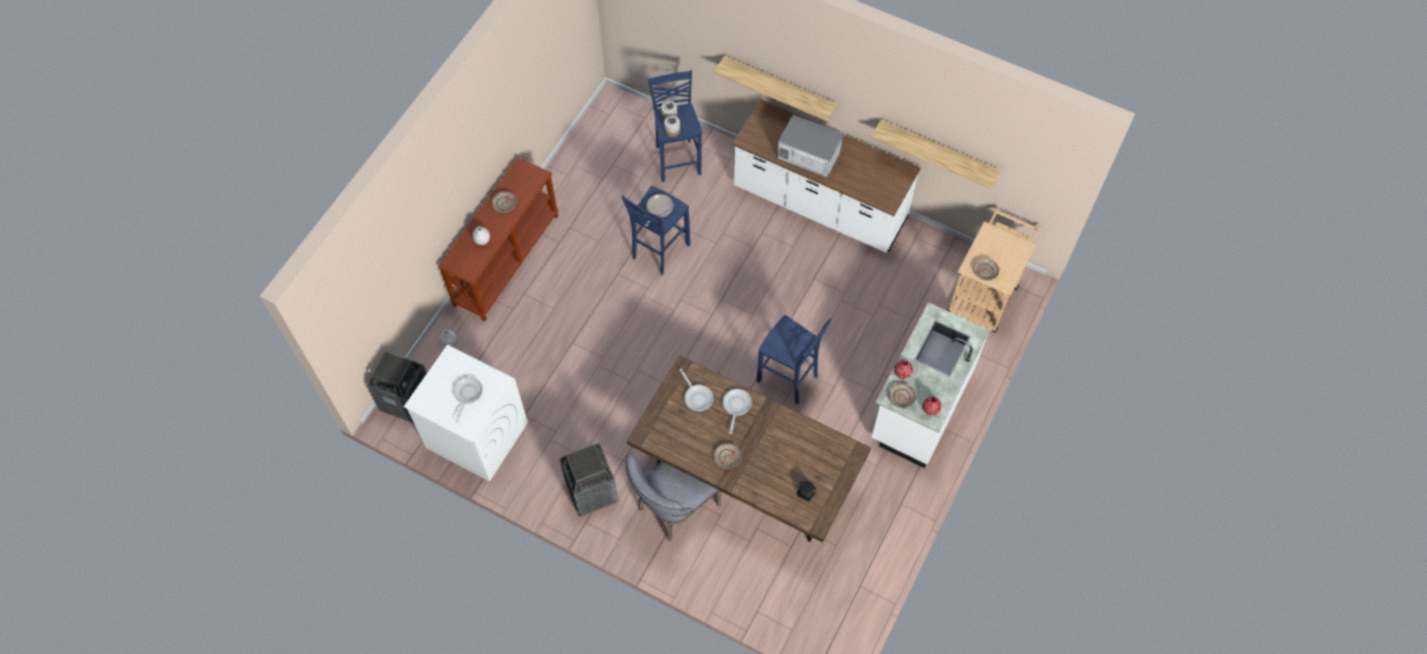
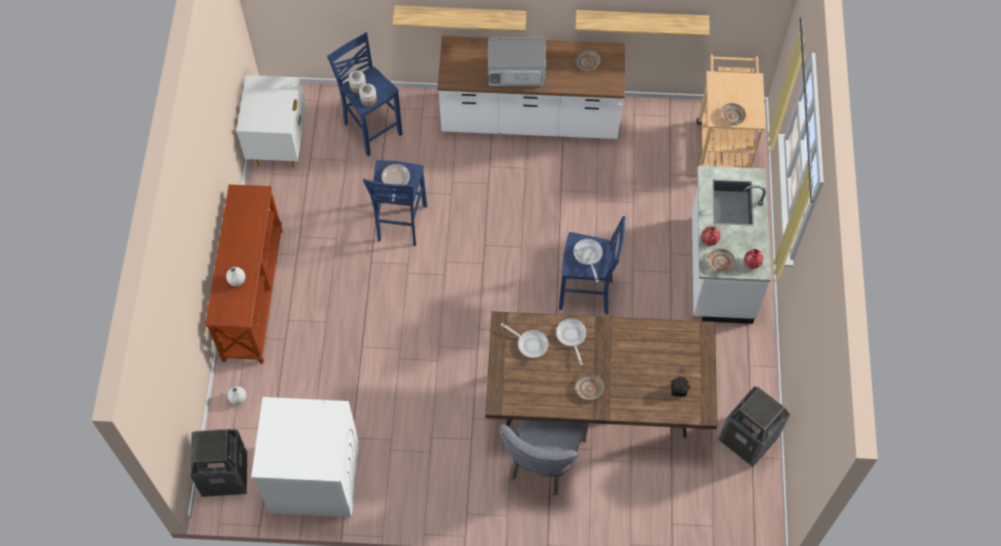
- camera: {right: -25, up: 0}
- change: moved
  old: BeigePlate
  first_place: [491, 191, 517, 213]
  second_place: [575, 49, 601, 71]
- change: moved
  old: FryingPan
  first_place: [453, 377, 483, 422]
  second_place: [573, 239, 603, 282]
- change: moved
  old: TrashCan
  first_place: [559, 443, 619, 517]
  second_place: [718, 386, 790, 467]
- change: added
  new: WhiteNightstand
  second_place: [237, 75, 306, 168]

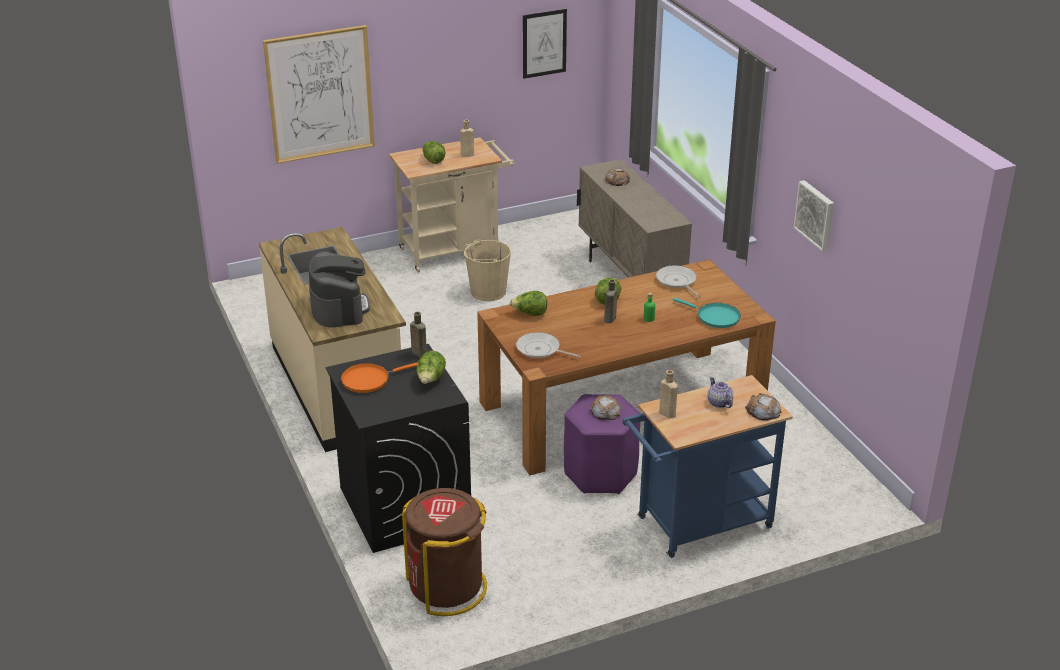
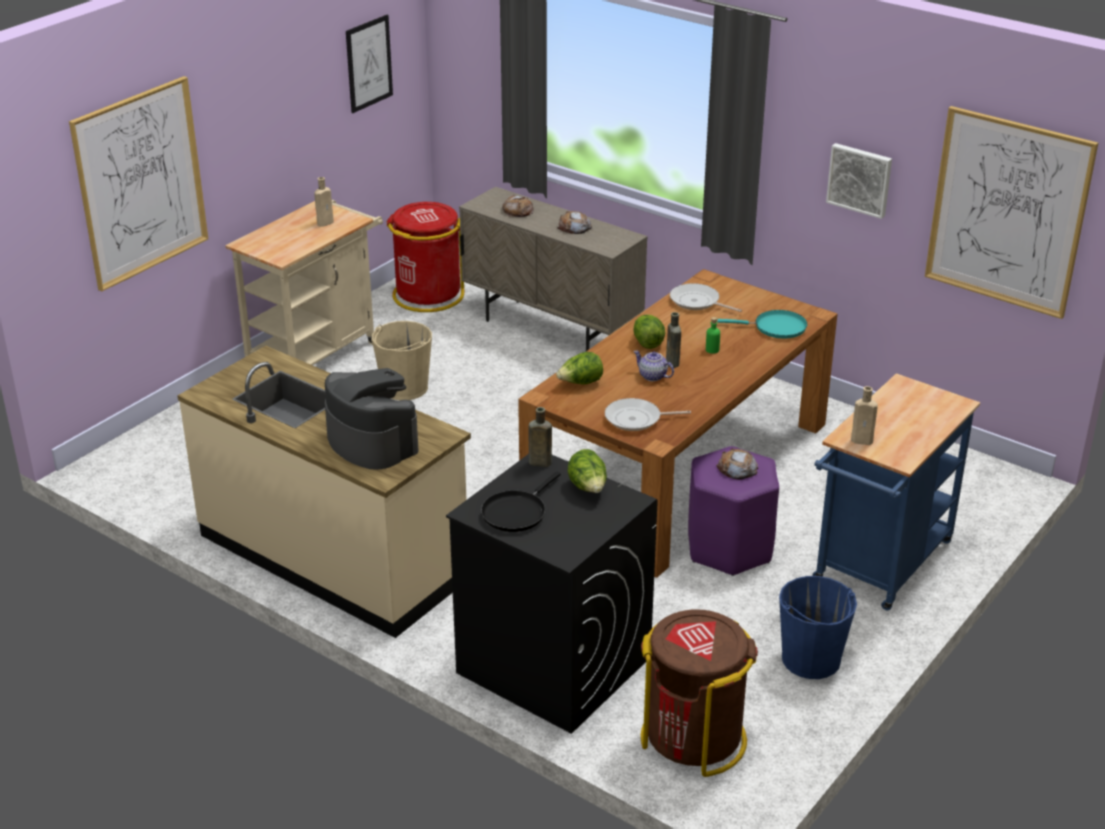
- camera: {right: -30, up: 0}
- change: removed
  old: Lettuce
  first_place: [423, 141, 445, 164]
- change: recoloured
  old: OrangeFryingPan
  new: BlackFryingPan
  first_place: [341, 362, 418, 393]
  second_place: [481, 471, 561, 532]
- change: moved
  old: Teapot
  first_place: [708, 377, 733, 408]
  second_place: [633, 351, 674, 381]
- change: moved
  old: Bread
  first_place: [745, 393, 781, 421]
  second_place: [558, 211, 592, 234]
- change: added
  new: Picture
  second_place: [925, 106, 1098, 319]
- change: added
  new: RedTrashCan
  second_place: [387, 202, 464, 312]
- change: added
  new: BlueBucket
  second_place: [779, 576, 857, 679]

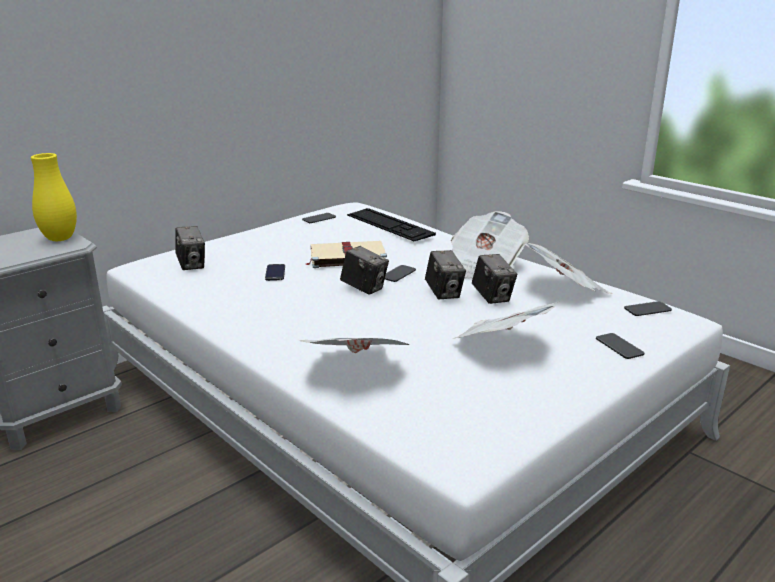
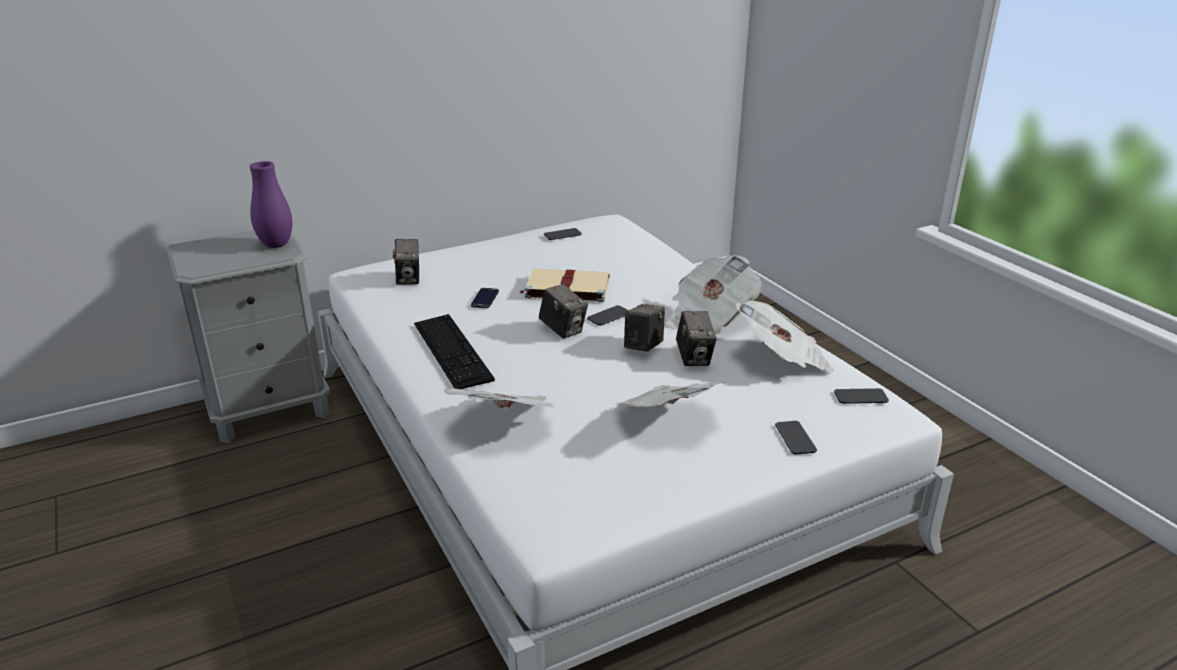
- camera: {right: 15, up: 5}
- change: recoloured
  old: YellowVase
  new: PurpleVase
  first_place: [31, 153, 77, 241]
  second_place: [249, 161, 292, 248]
- change: moved
  old: Keyboard
  first_place: [347, 208, 436, 241]
  second_place: [414, 314, 495, 389]
- change: turned
  old: PhotoCamera
  first_place: [425, 250, 466, 299]
  second_place: [624, 304, 665, 352]
  degrees: -150

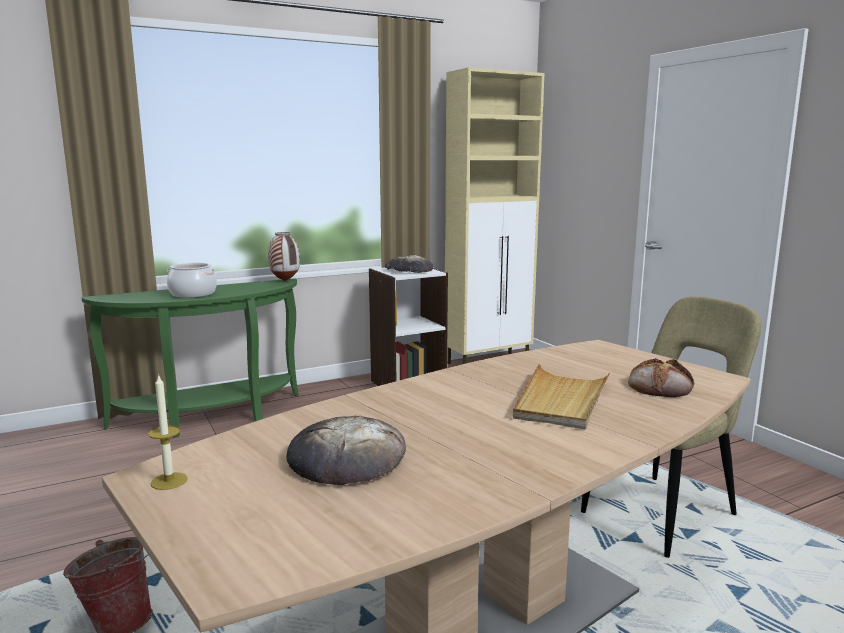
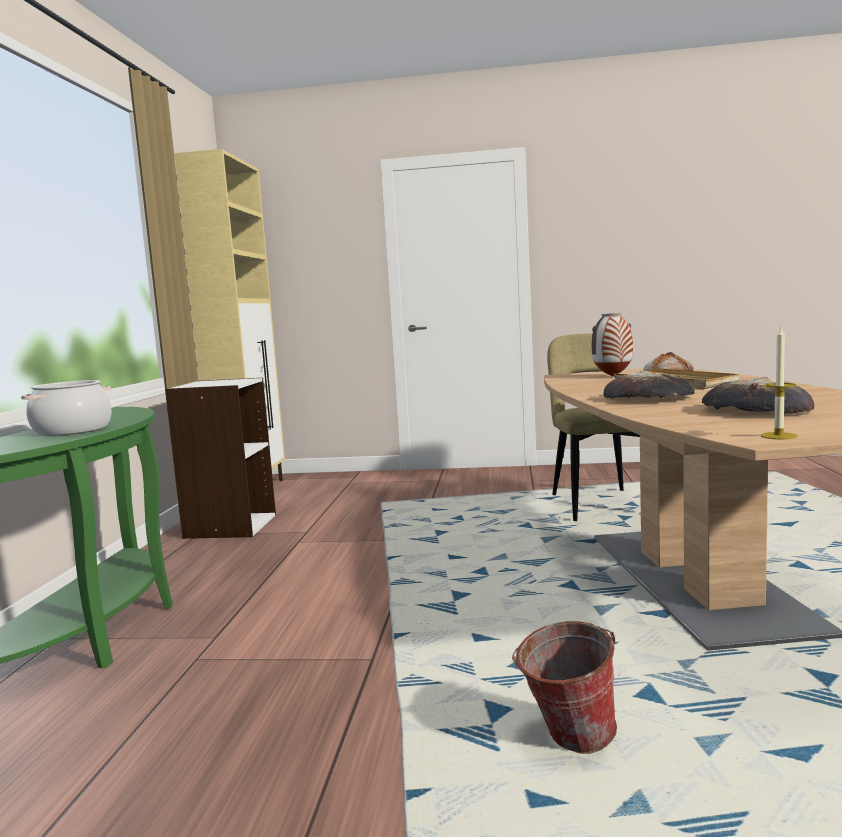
- camera: {right: -55, up: -5}
- change: moved
  old: Vase
  first_place: [268, 232, 300, 281]
  second_place: [591, 313, 633, 377]
- change: moved
  old: Bread
  first_place: [385, 255, 433, 273]
  second_place: [604, 370, 695, 399]

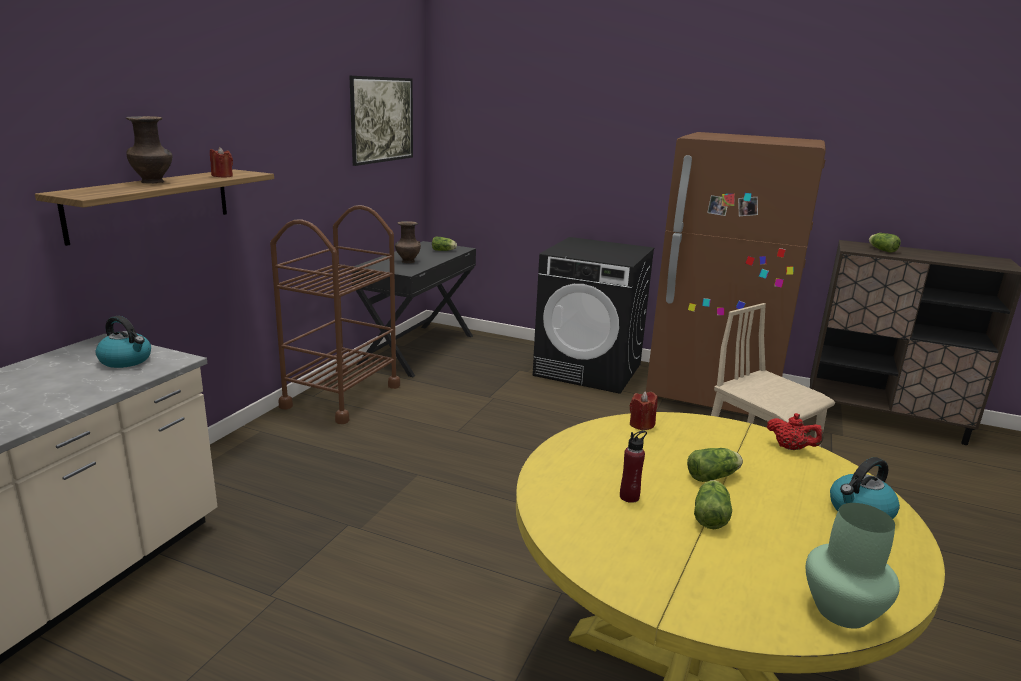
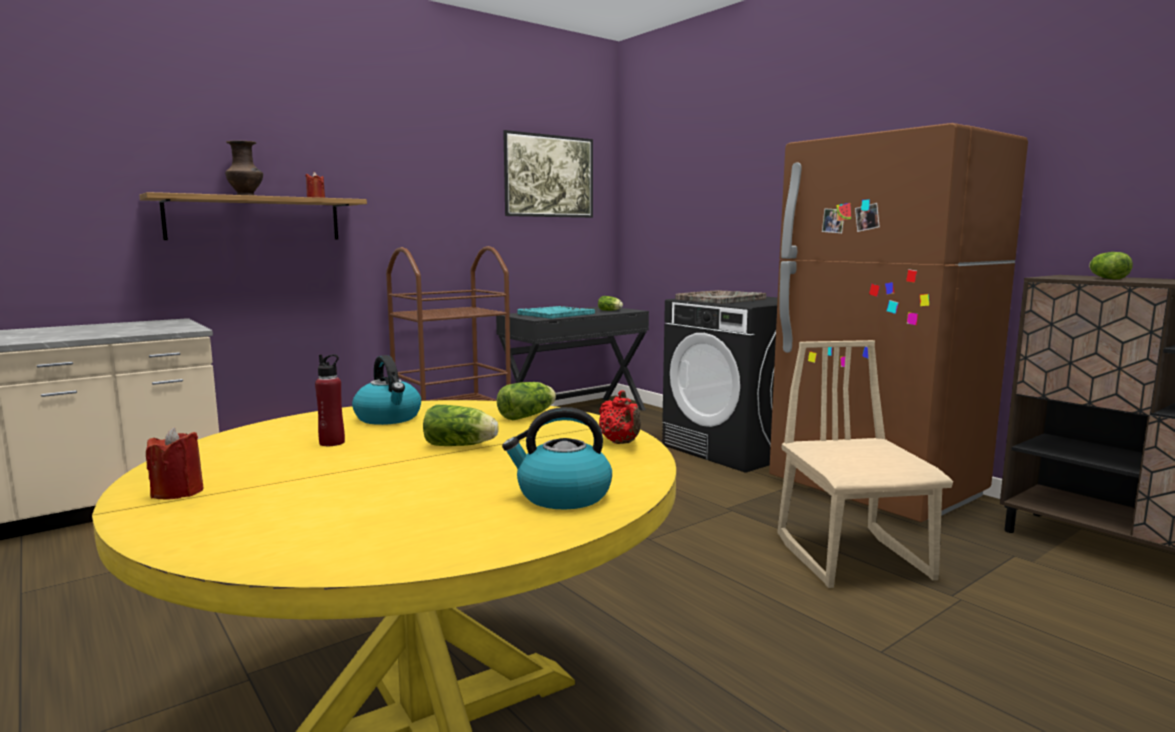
- camera: {right: 30, up: -10}
- change: replaced
  old: BrownVase
  new: TurquoiseTray
  first_place: [395, 221, 421, 263]
  second_place: [517, 306, 595, 319]
- change: moved
  old: Kettle
  first_place: [96, 316, 151, 368]
  second_place: [352, 355, 421, 425]
- change: moved
  old: RedCandle
  first_place: [630, 391, 658, 430]
  second_place: [146, 427, 203, 499]
- change: moved
  old: Lettuce
  first_place: [694, 480, 732, 529]
  second_place: [497, 382, 556, 420]
- change: removed
  old: GreenVase
  first_place: [806, 503, 900, 629]
- change: added
  new: GreyTray
  second_place: [675, 290, 766, 304]

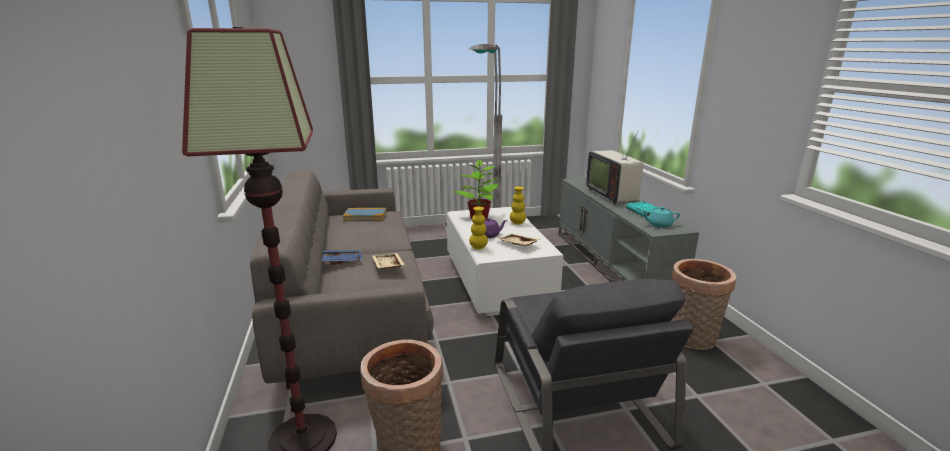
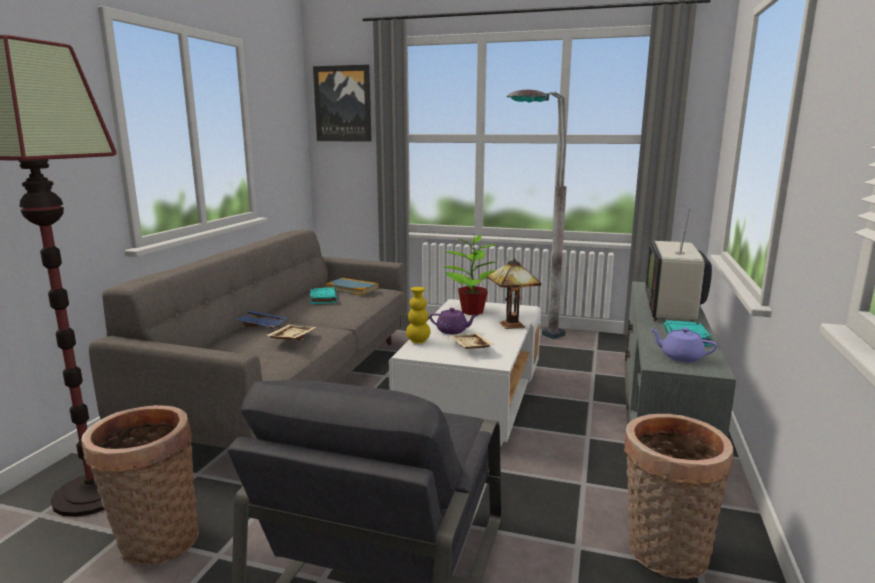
- camera: {right: 30, up: -5}
- change: replaced
  old: YellowVase
  new: TableLamp
  first_place: [510, 187, 526, 225]
  second_place: [487, 258, 542, 329]
- change: recoloured
  old: TurquoiseTeapot
  new: PurpleTeapot
  first_place: [642, 207, 680, 228]
  second_place: [650, 327, 717, 362]
- change: added
  new: Picture
  second_place: [313, 65, 372, 142]
- change: added
  new: TurquoiseBook
  second_place: [310, 287, 337, 304]

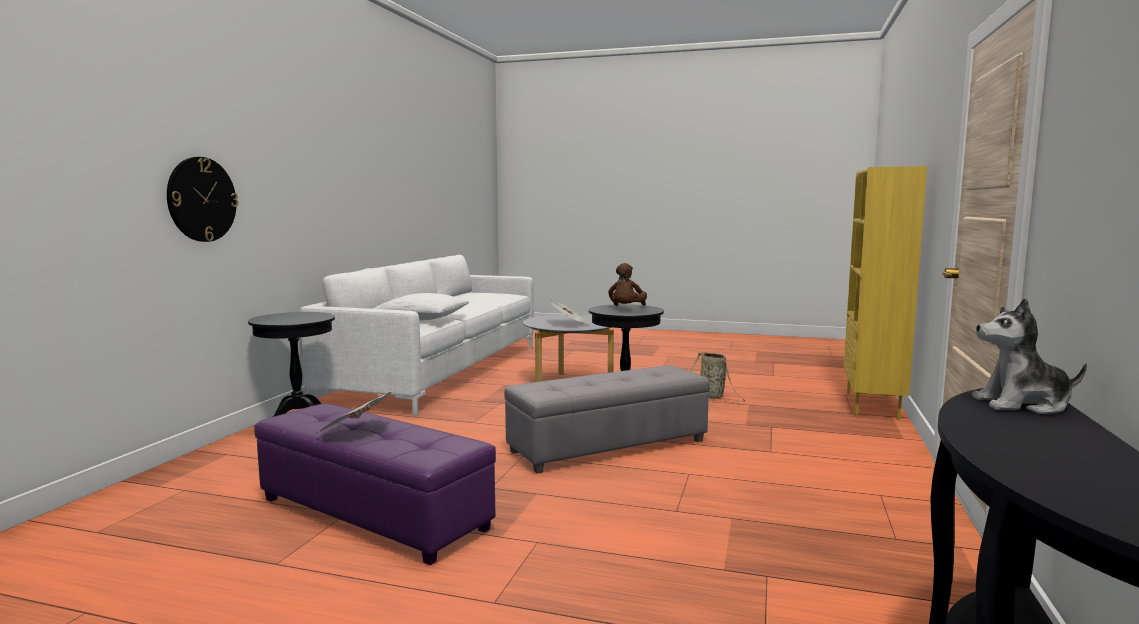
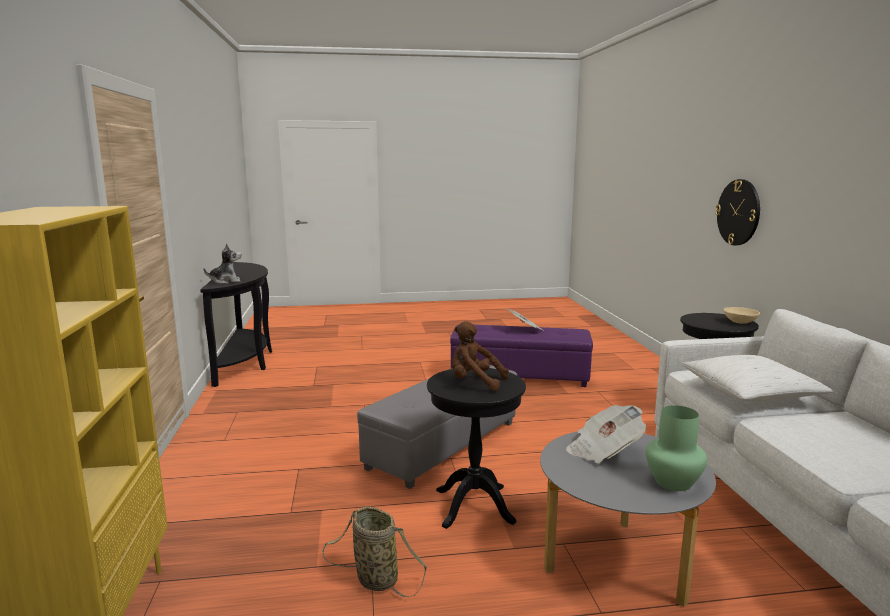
- camera: {right: 155, up: 5}
- change: turned
  old: BrownPlushToy
  first_place: [608, 263, 647, 306]
  second_place: [452, 321, 509, 391]
  degrees: -60
- change: added
  new: BeigeBowl
  second_place: [723, 307, 760, 324]
- change: added
  new: GreenVase
  second_place: [646, 405, 707, 491]

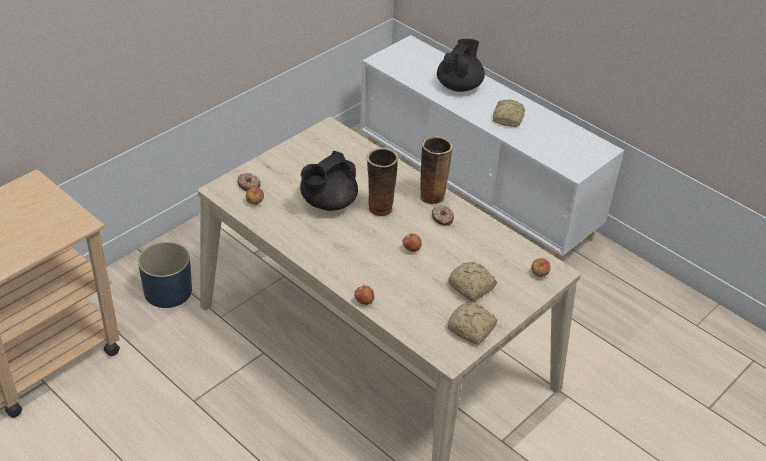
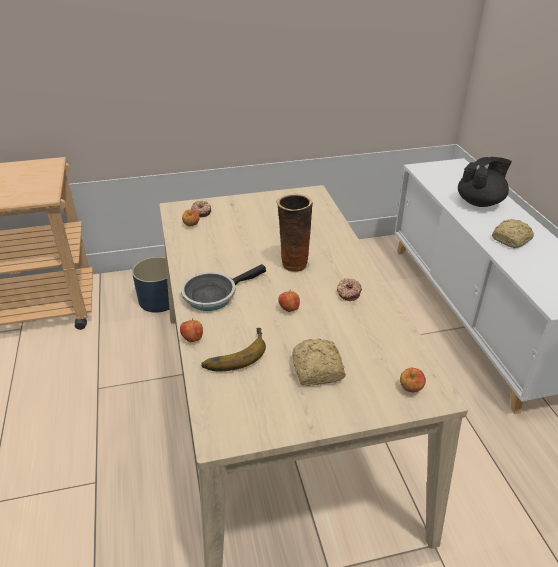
- camera: {right: 35, up: -5}
- change: removed
  old: Vase
  first_place: [420, 136, 453, 206]
- change: removed
  old: BlackTeapot
  first_place: [300, 151, 358, 211]
- change: removed
  old: Bread
  first_place: [448, 303, 497, 345]
- change: added
  new: FryingPan
  second_place: [181, 264, 266, 311]
- change: added
  new: Banana
  second_place: [201, 328, 266, 371]

